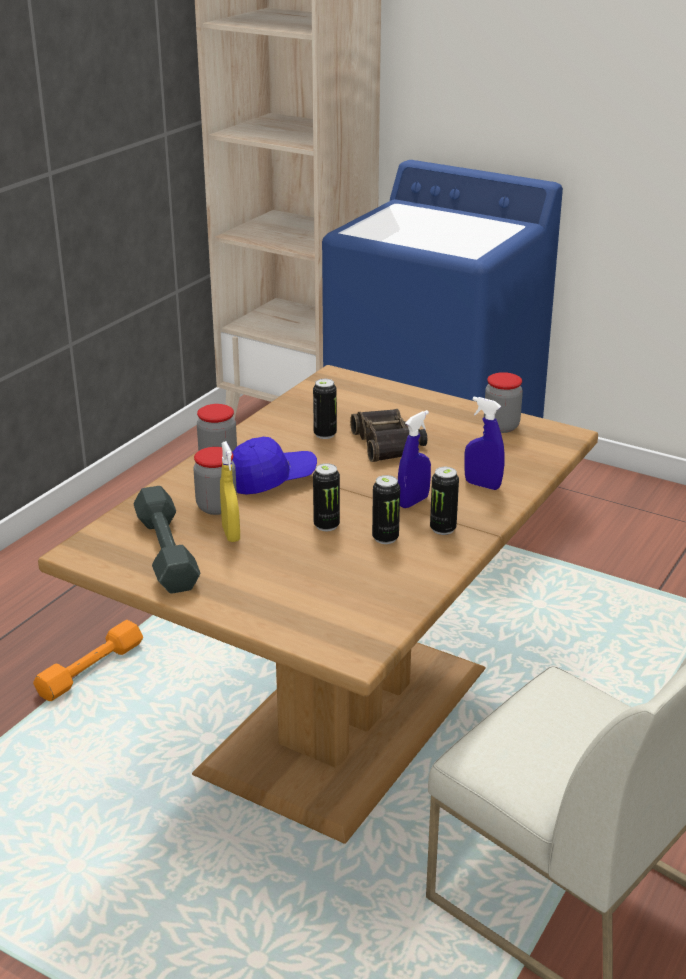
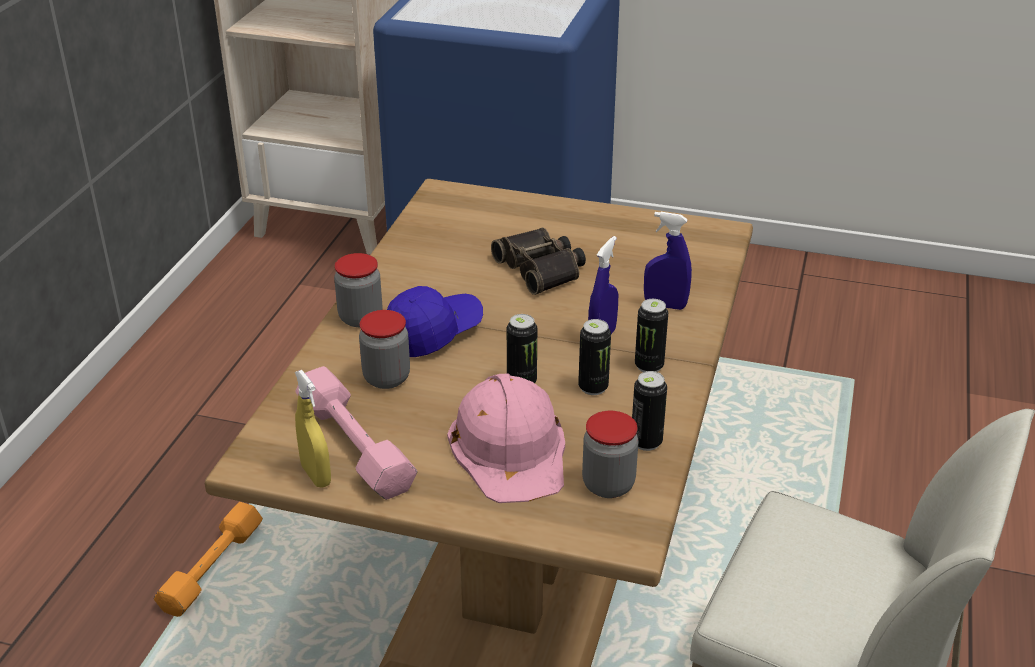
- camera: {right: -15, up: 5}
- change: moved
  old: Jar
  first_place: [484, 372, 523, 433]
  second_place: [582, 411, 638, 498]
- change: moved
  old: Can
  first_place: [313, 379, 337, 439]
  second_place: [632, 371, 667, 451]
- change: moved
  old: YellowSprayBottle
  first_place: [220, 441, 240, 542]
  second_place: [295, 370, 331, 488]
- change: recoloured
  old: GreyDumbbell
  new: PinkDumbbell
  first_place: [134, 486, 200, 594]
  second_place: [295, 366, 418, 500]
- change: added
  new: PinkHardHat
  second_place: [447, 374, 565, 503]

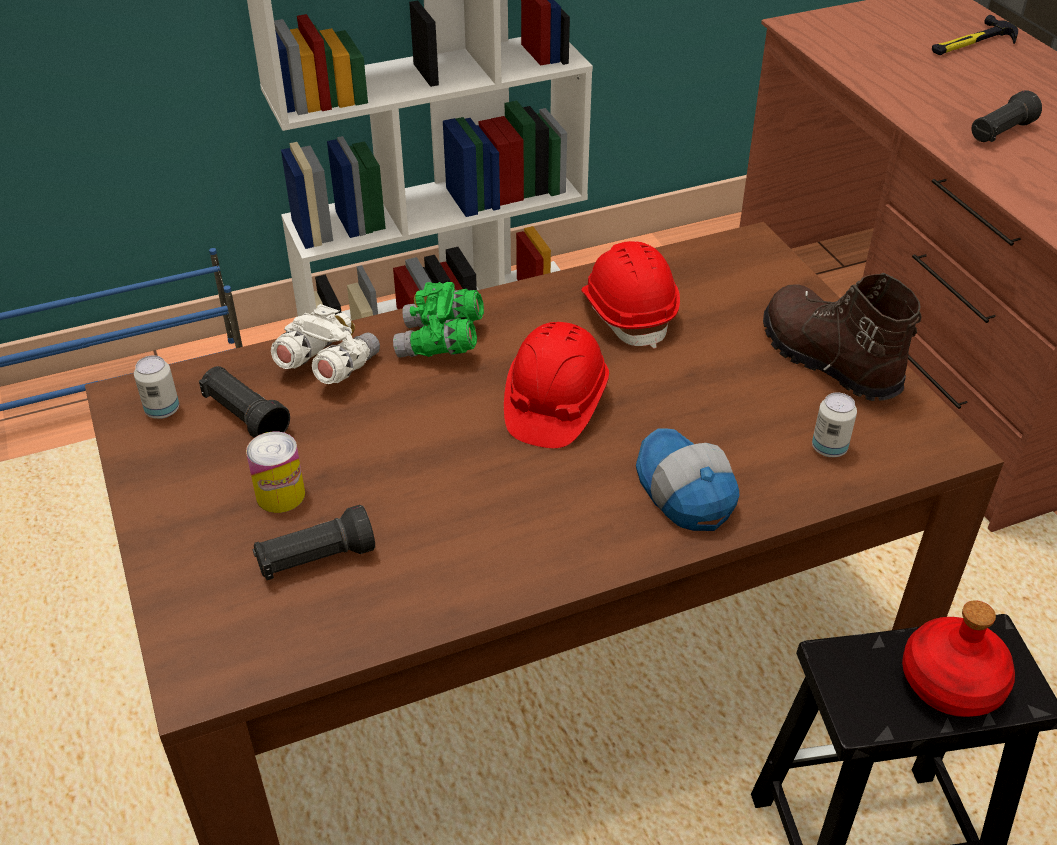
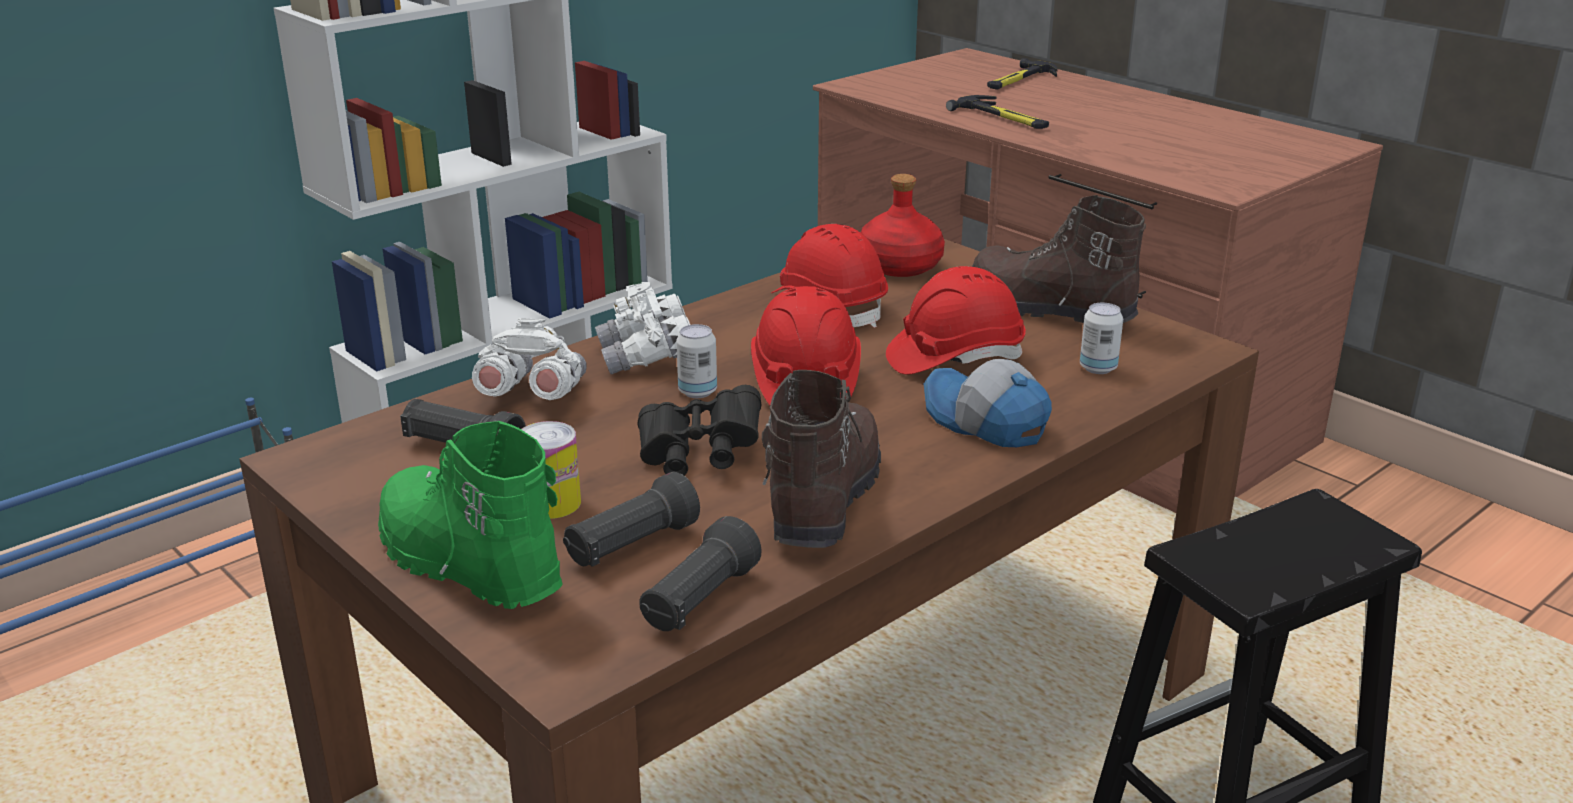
- camera: {right: -20, up: -15}
- change: moved
  old: BlackFlashlight
  first_place: [971, 90, 1042, 142]
  second_place: [639, 516, 762, 631]
- change: recoloured
  old: GreenBinoculars
  new: WhiteBinoculars
  first_place: [393, 282, 484, 357]
  second_place: [595, 282, 690, 374]
- change: moved
  old: Can
  first_place: [134, 355, 179, 419]
  second_place: [676, 324, 717, 398]
- change: moved
  old: RedBottle
  first_place: [902, 600, 1015, 717]
  second_place: [861, 174, 945, 277]
- change: added
  new: Hammer
  second_place: [946, 95, 1049, 129]
- change: added
  new: RedHardHat
  second_place: [886, 266, 1026, 375]
- change: added
  new: BrownBoot
  second_place: [762, 370, 881, 548]
- change: added
  new: BlackBinoculars
  second_place: [637, 385, 761, 476]
- change: added
  new: GreenBoot
  second_place: [378, 421, 563, 609]

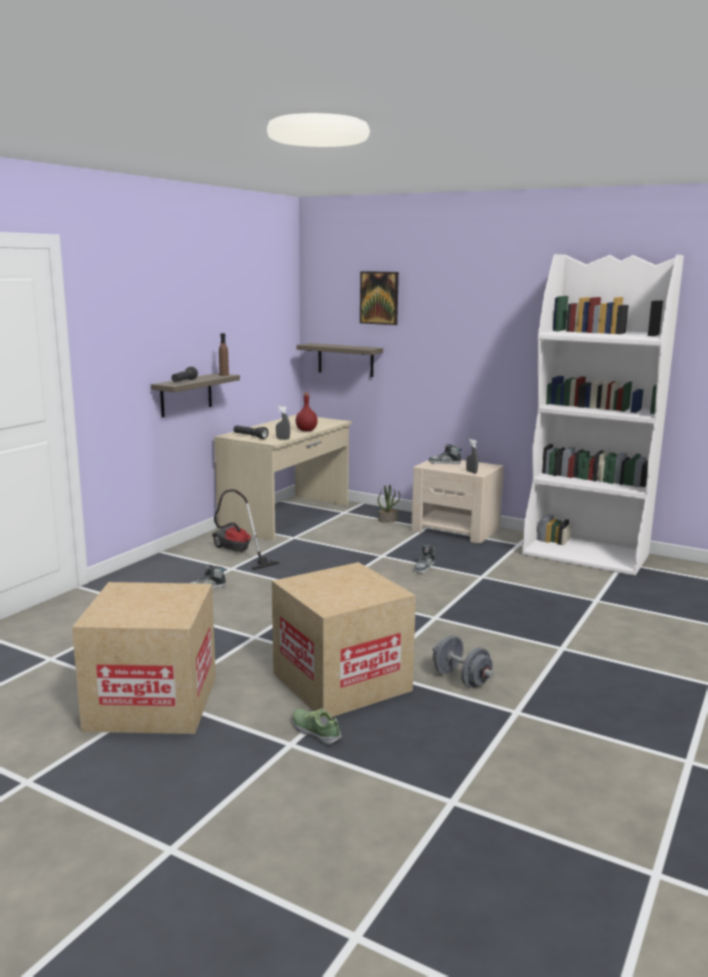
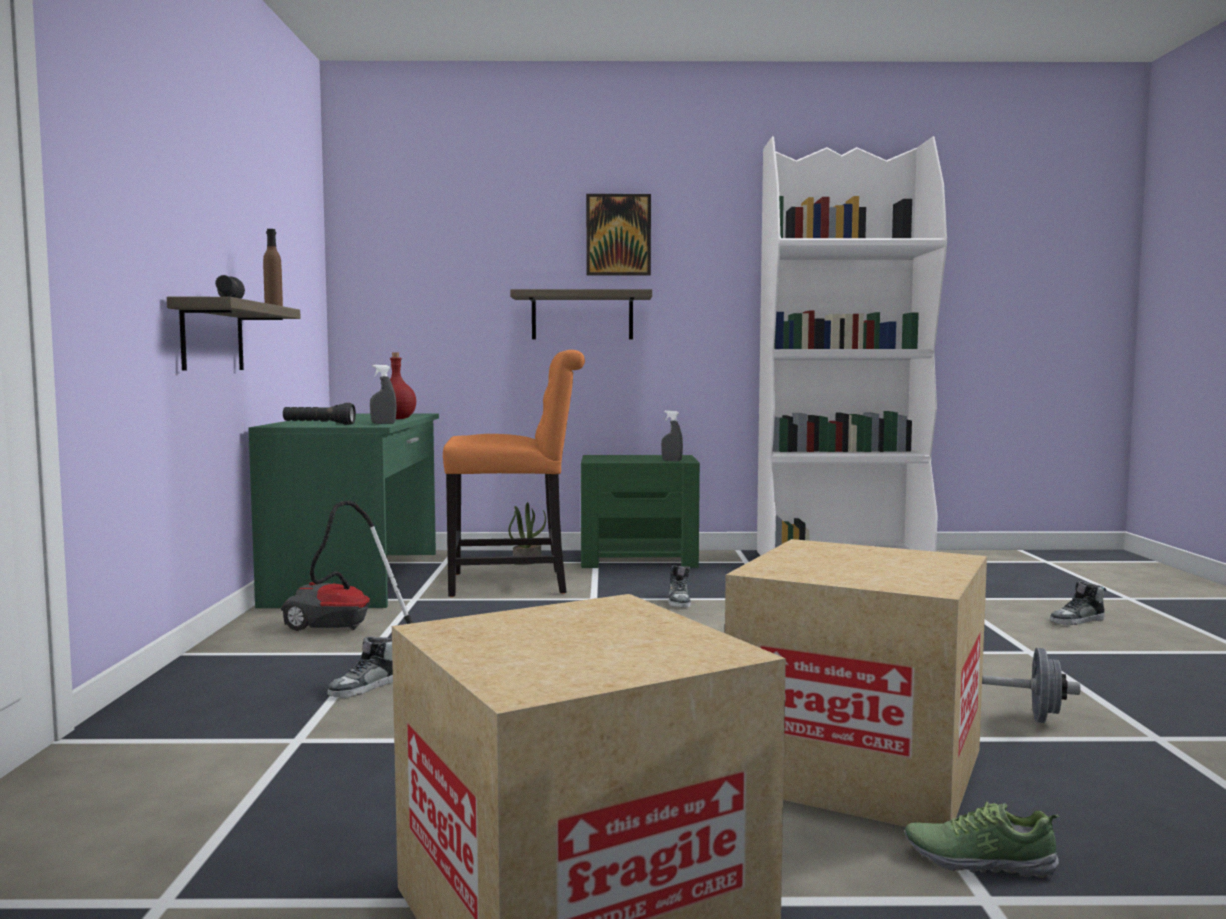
- camera: {right: -30, up: -10}
- change: moved
  old: Picture
  first_place: [360, 271, 399, 325]
  second_place: [586, 194, 651, 275]
- change: moved
  old: Shelf
  first_place: [297, 343, 383, 377]
  second_place: [510, 289, 652, 339]
- change: recoloured
  old: BeigeDesk
  new: GreenDesk
  first_place: [214, 415, 352, 541]
  second_place: [248, 414, 439, 608]
- change: moved
  old: Shoe
  first_place: [429, 444, 462, 464]
  second_place: [1050, 581, 1106, 625]
- change: recoloured
  old: BeigeNightstand
  new: GreenNightstand
  first_place: [411, 460, 504, 544]
  second_place: [581, 455, 700, 568]
- change: added
  new: OrangeChair
  second_place: [443, 350, 585, 597]

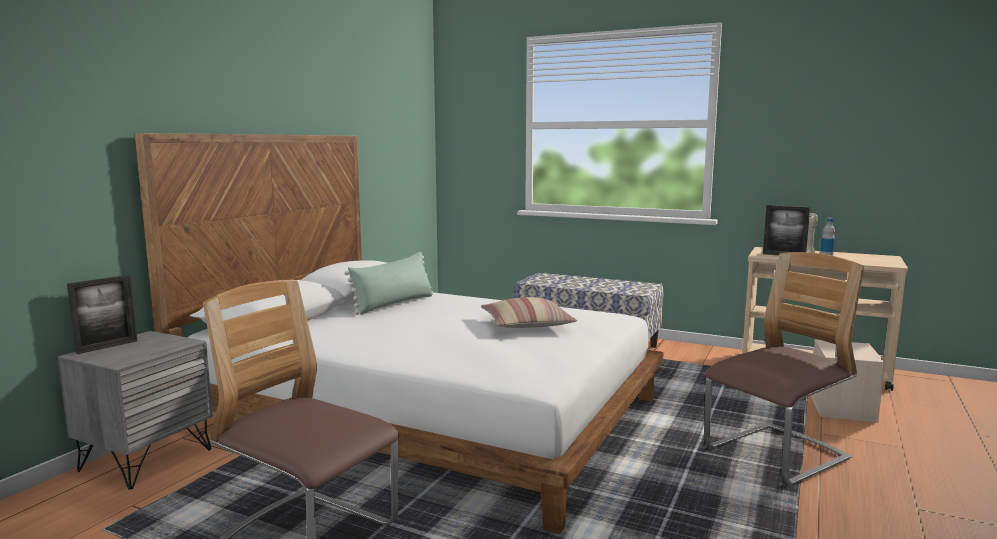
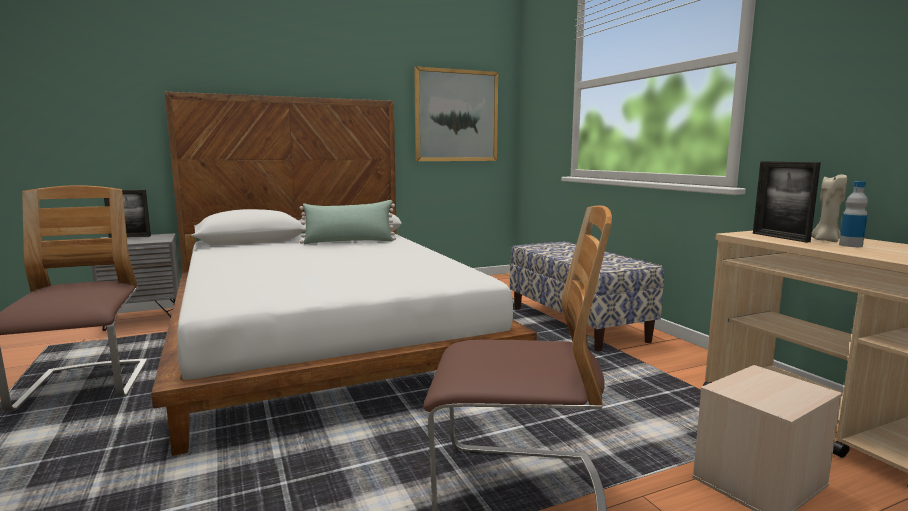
- camera: {right: 40, up: 0}
- change: removed
  old: Pillow
  first_place: [481, 297, 577, 328]
- change: added
  new: Picture
  second_place: [414, 66, 498, 161]

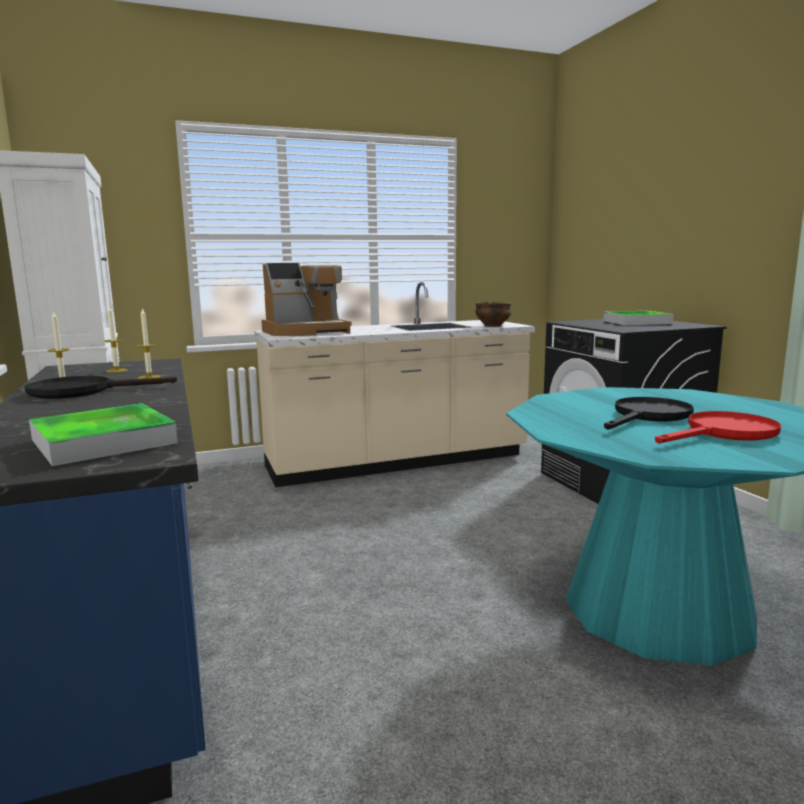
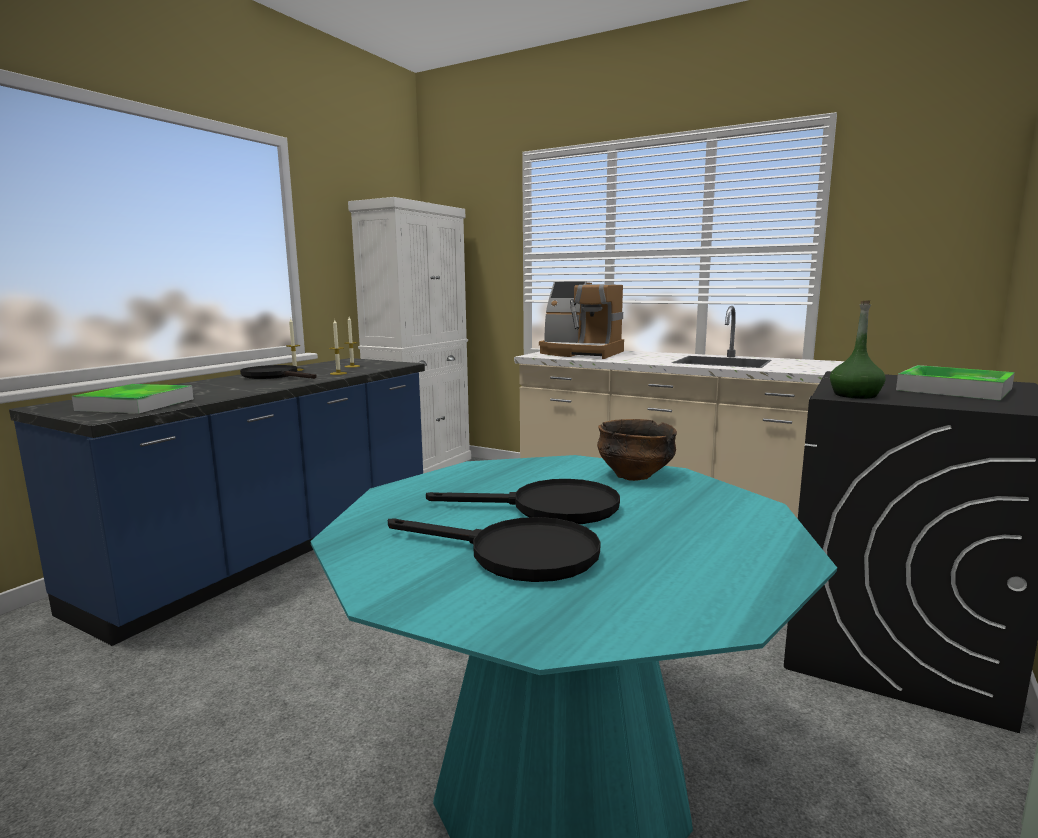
- camera: {right: 50, up: 0}
- change: moved
  old: Bowl
  first_place: [475, 302, 511, 327]
  second_place: [597, 419, 677, 481]
- change: recoloured
  old: RedFryingPan
  new: BlackFryingPan
  first_place: [655, 411, 781, 443]
  second_place: [388, 517, 600, 582]
- change: added
  new: GreenBottle
  second_place: [830, 300, 886, 399]

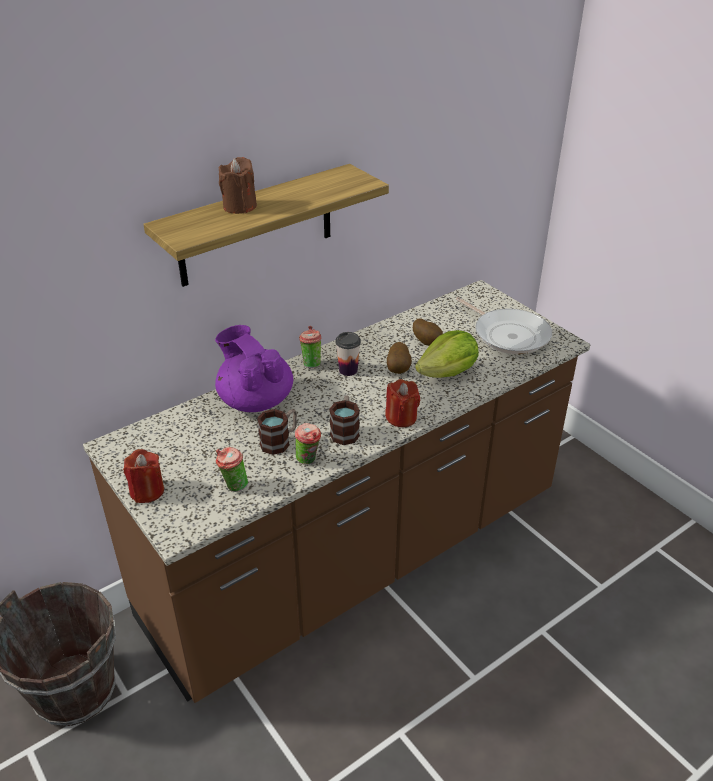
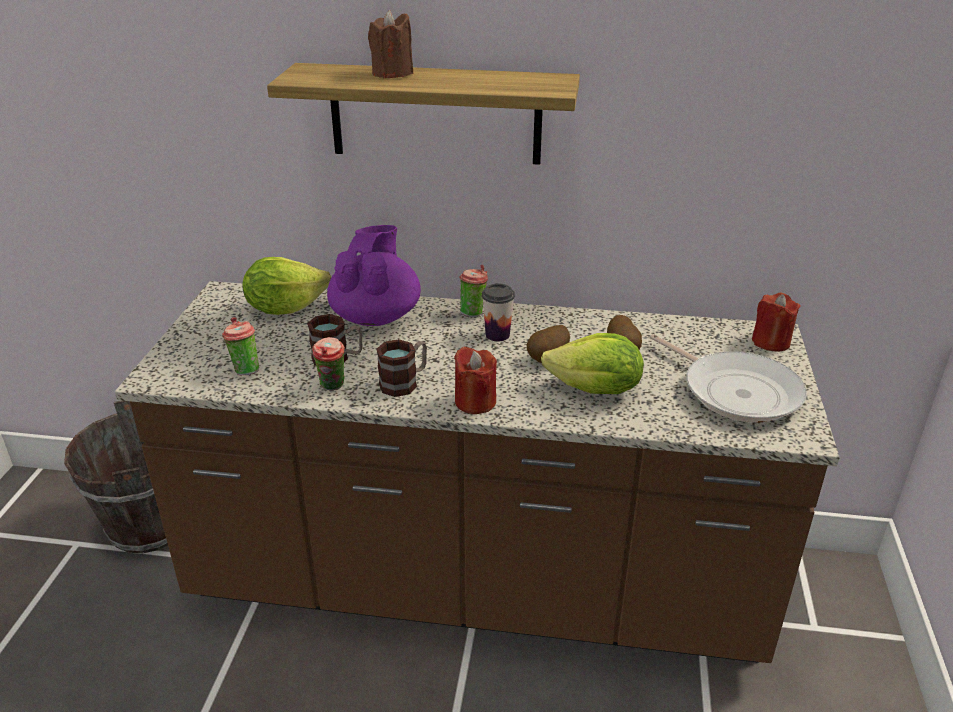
- camera: {right: 45, up: -5}
- change: turned
  old: FryingPan
  first_place: [456, 297, 552, 354]
  second_place: [650, 334, 807, 422]
  degrees: -45
- change: moved
  old: RedCandle
  first_place: [123, 449, 164, 503]
  second_place: [752, 293, 801, 352]
- change: added
  new: Lettuce
  second_place: [242, 257, 331, 315]

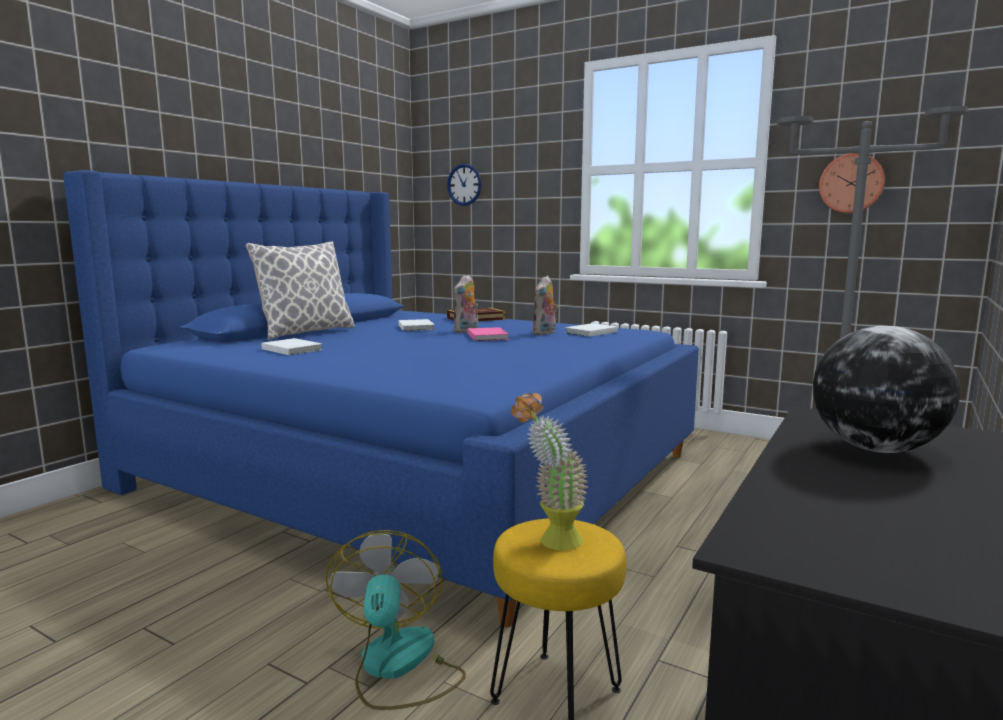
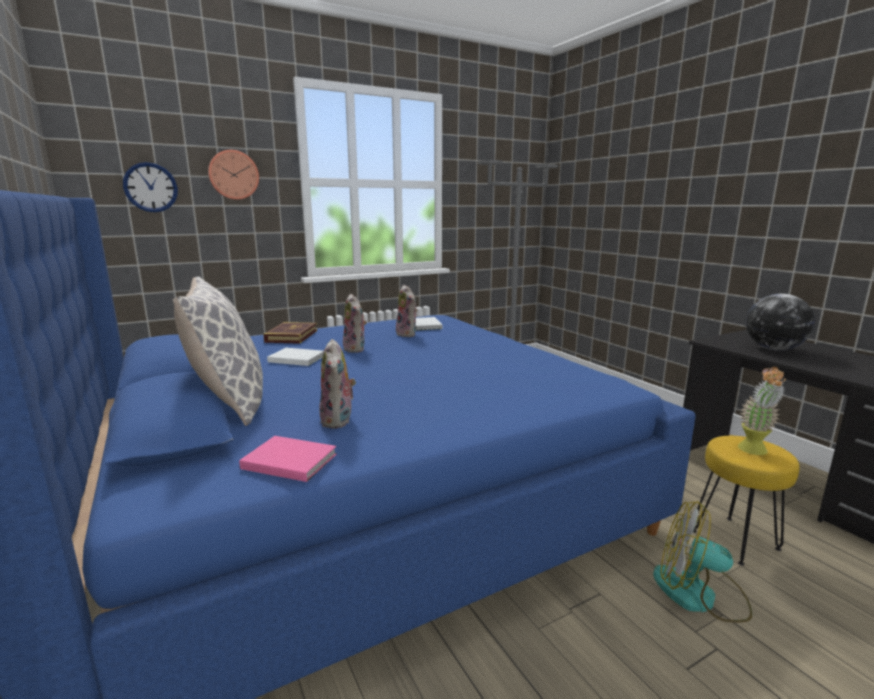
- camera: {right: -60, up: 5}
- change: moved
  old: WallClock
  first_place: [819, 153, 885, 213]
  second_place: [208, 150, 259, 200]
- change: moved
  old: PinkBook
  first_place: [468, 327, 509, 341]
  second_place: [239, 436, 337, 482]
- change: replaced
  old: WhiteBook
  new: PlushToy
  first_place: [261, 338, 323, 355]
  second_place: [319, 339, 356, 429]

